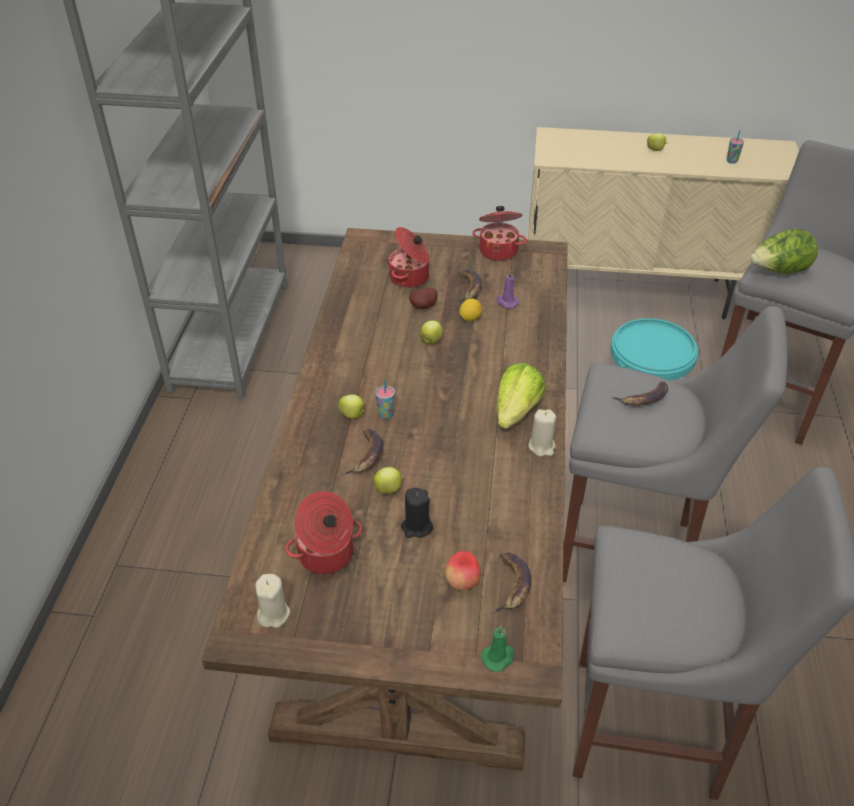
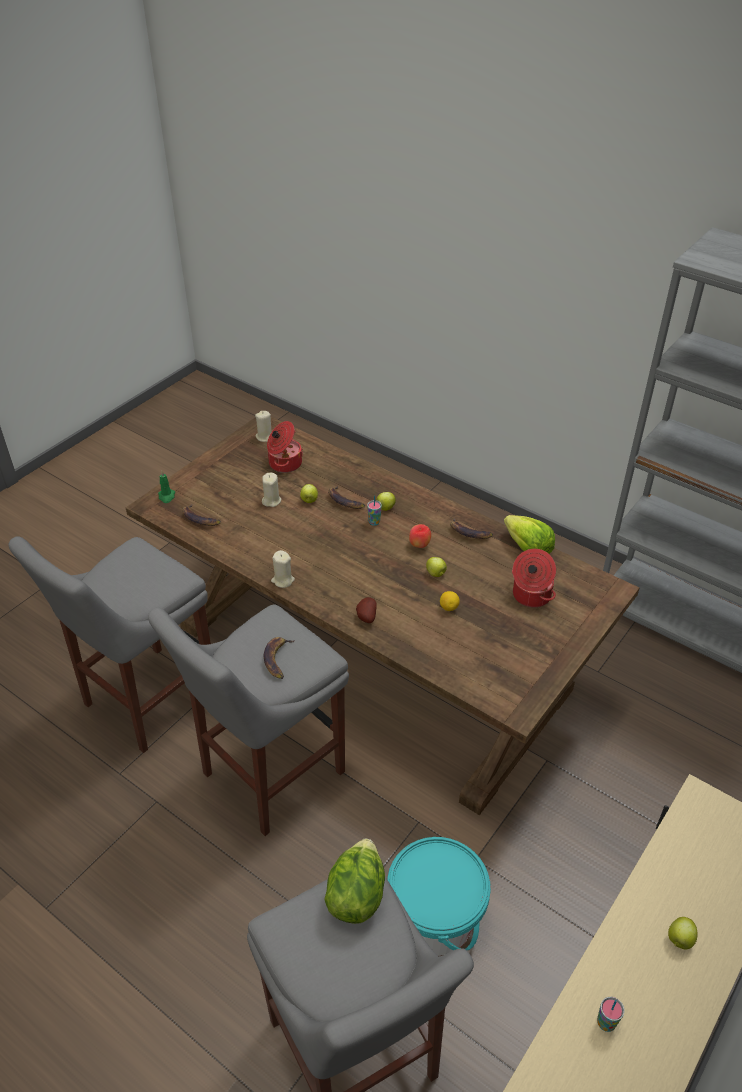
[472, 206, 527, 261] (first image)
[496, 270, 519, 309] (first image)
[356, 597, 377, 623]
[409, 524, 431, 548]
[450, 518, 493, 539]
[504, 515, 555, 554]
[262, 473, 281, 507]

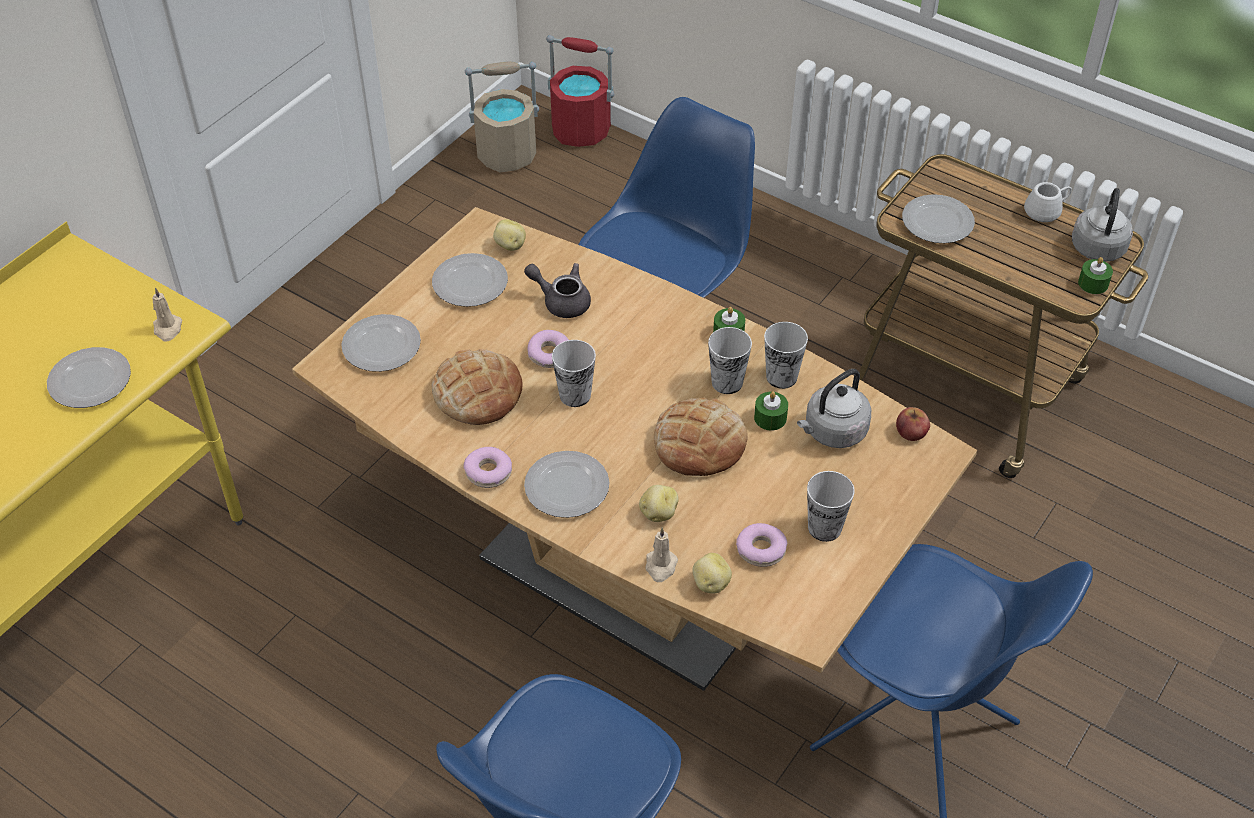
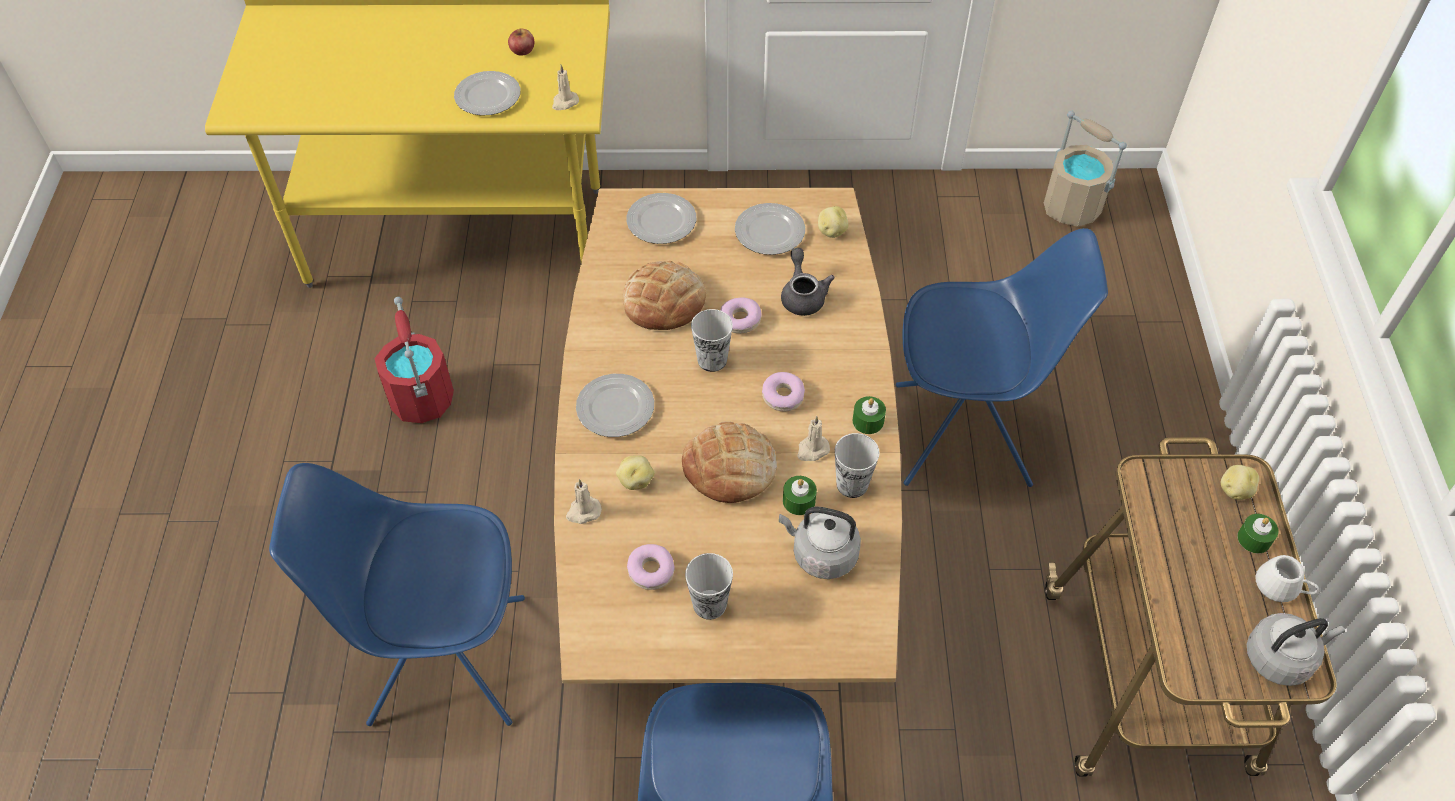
[902, 194, 975, 243] (first image)
[762, 372, 805, 411]
[374, 297, 454, 423]
[1221, 465, 1259, 500]
[508, 29, 534, 55]
[1237, 514, 1279, 553]
[797, 416, 830, 461]

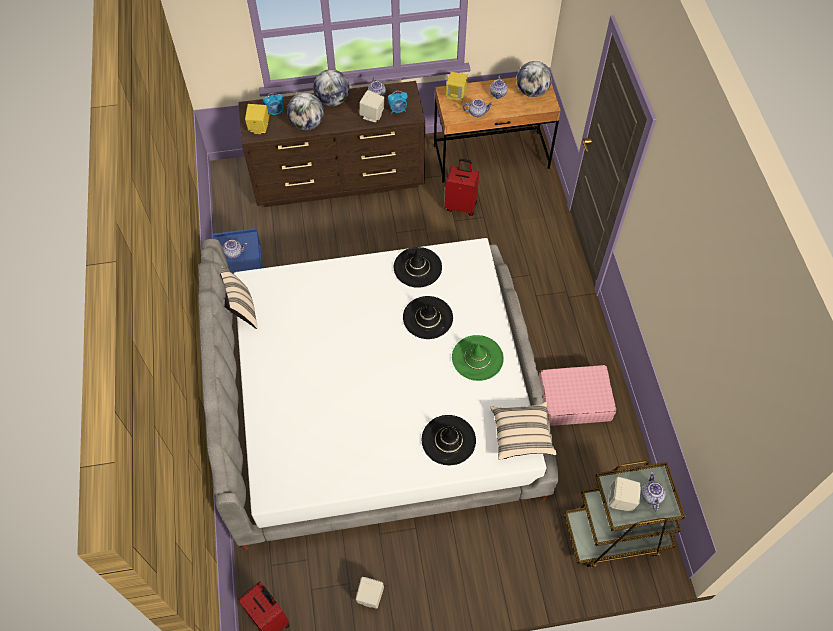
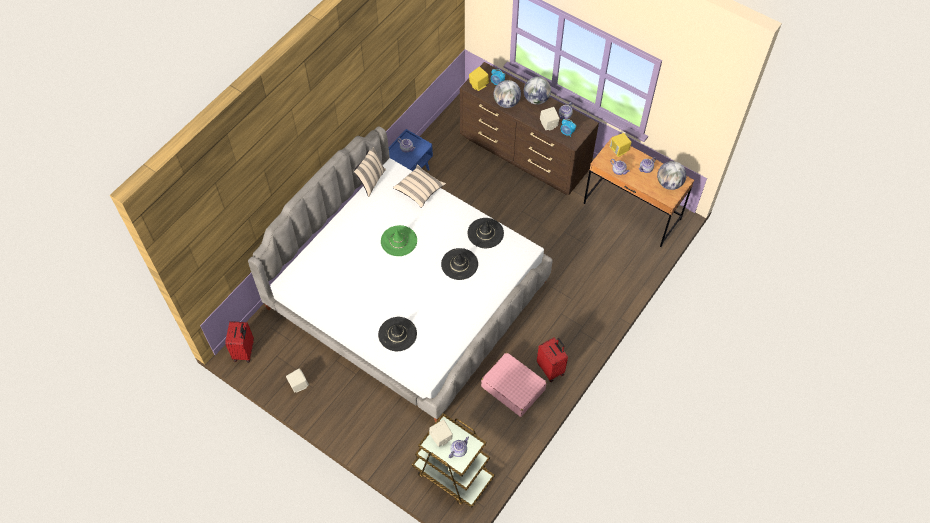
[537, 338, 568, 382]
[381, 225, 417, 256]
[393, 164, 446, 208]

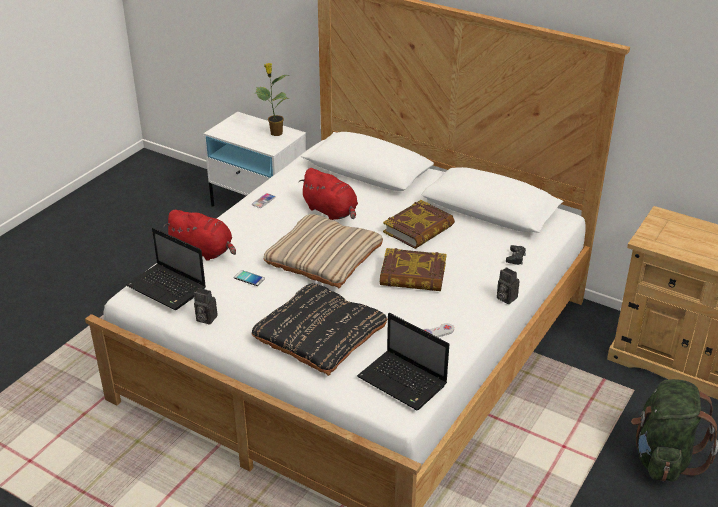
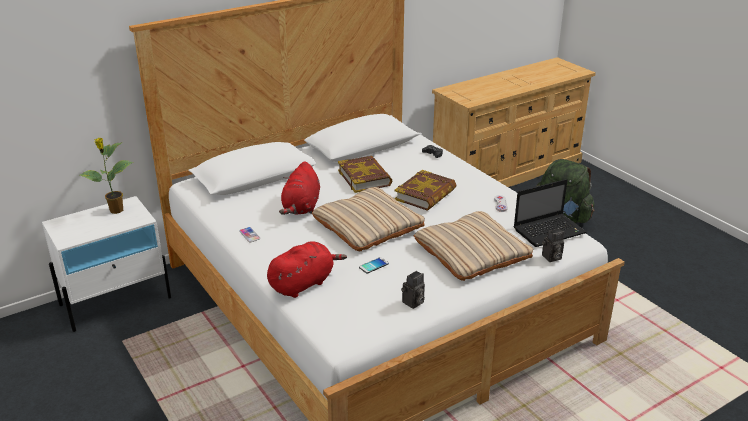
[126, 228, 206, 310] (first image)
[542, 228, 564, 262]
[414, 211, 533, 281]
[279, 161, 320, 215]

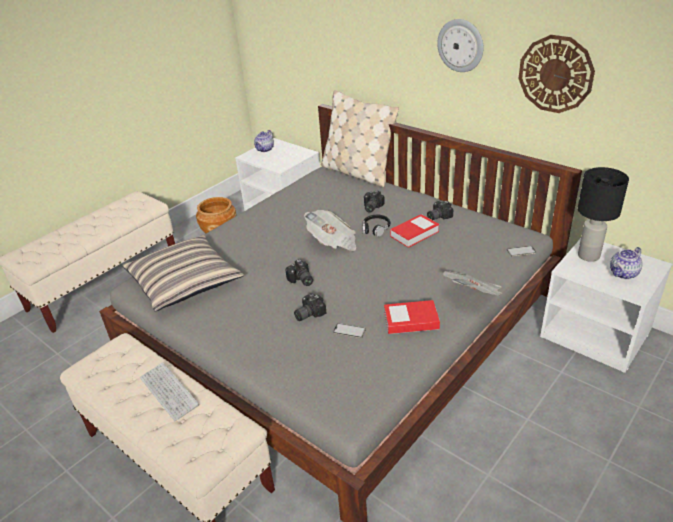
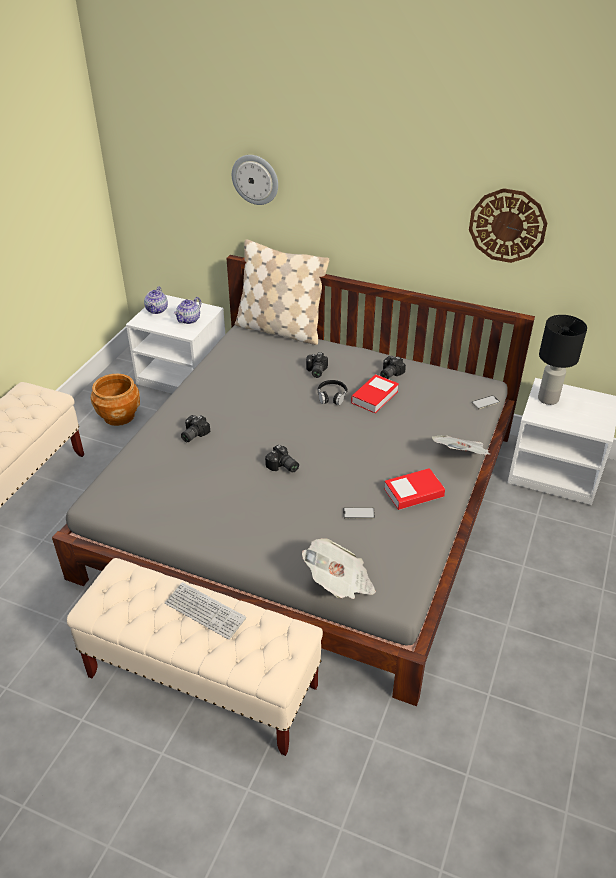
[122, 235, 244, 312] (first image)
[181, 415, 210, 442]
[302, 538, 376, 599]
[232, 155, 278, 205]
[174, 297, 201, 324]

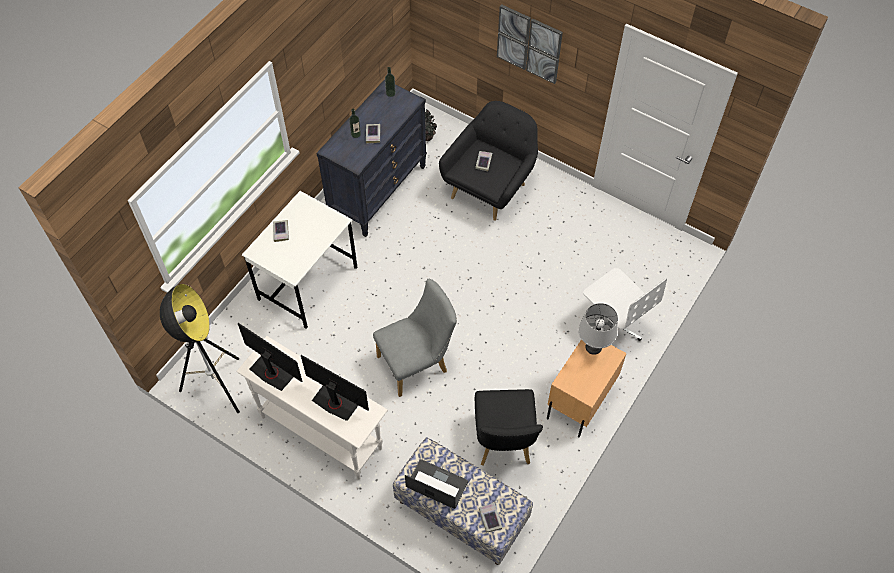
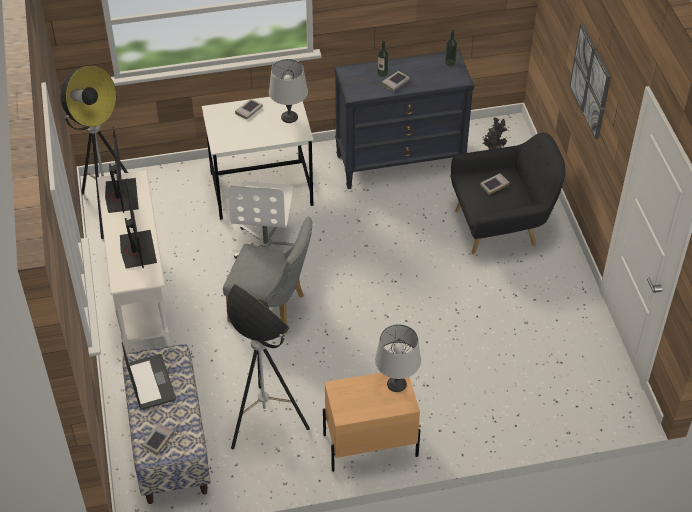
[269, 59, 308, 123]
[228, 182, 294, 259]
[227, 284, 310, 449]

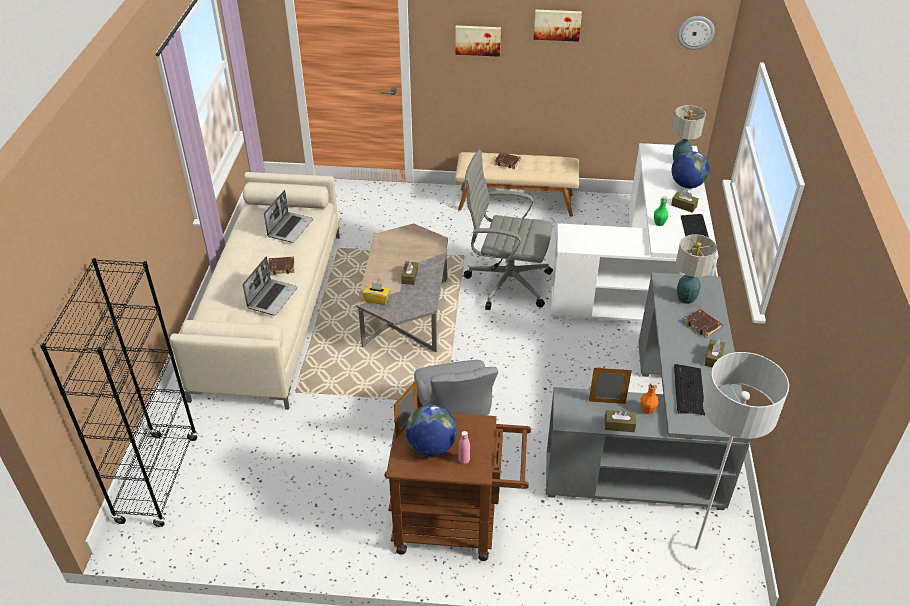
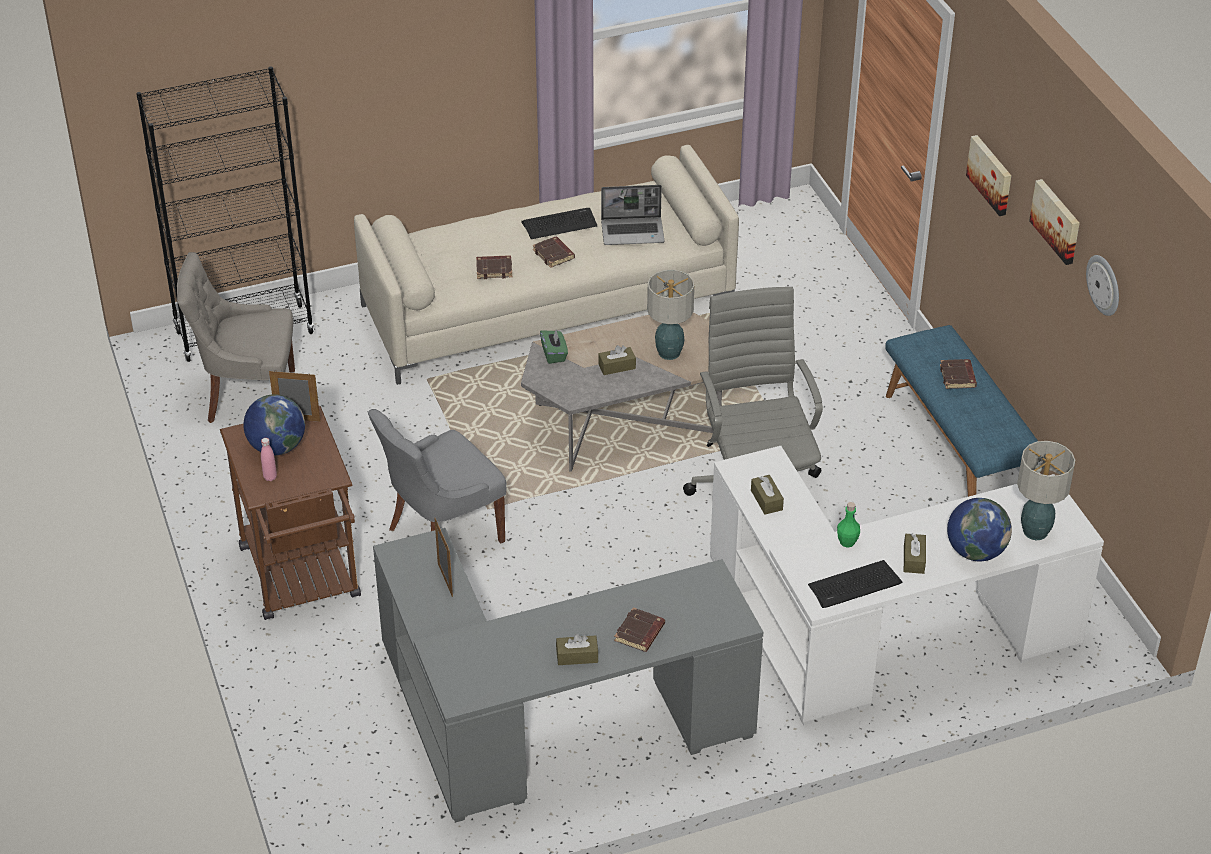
[641, 381, 659, 414] (first image)
[672, 352, 789, 569] (first image)
[177, 252, 295, 423]
[751, 475, 784, 515]
[521, 208, 597, 239]
[647, 270, 694, 360]
[1086, 255, 1119, 316]
[476, 255, 512, 279]
[540, 328, 568, 364]
[885, 325, 1038, 497]

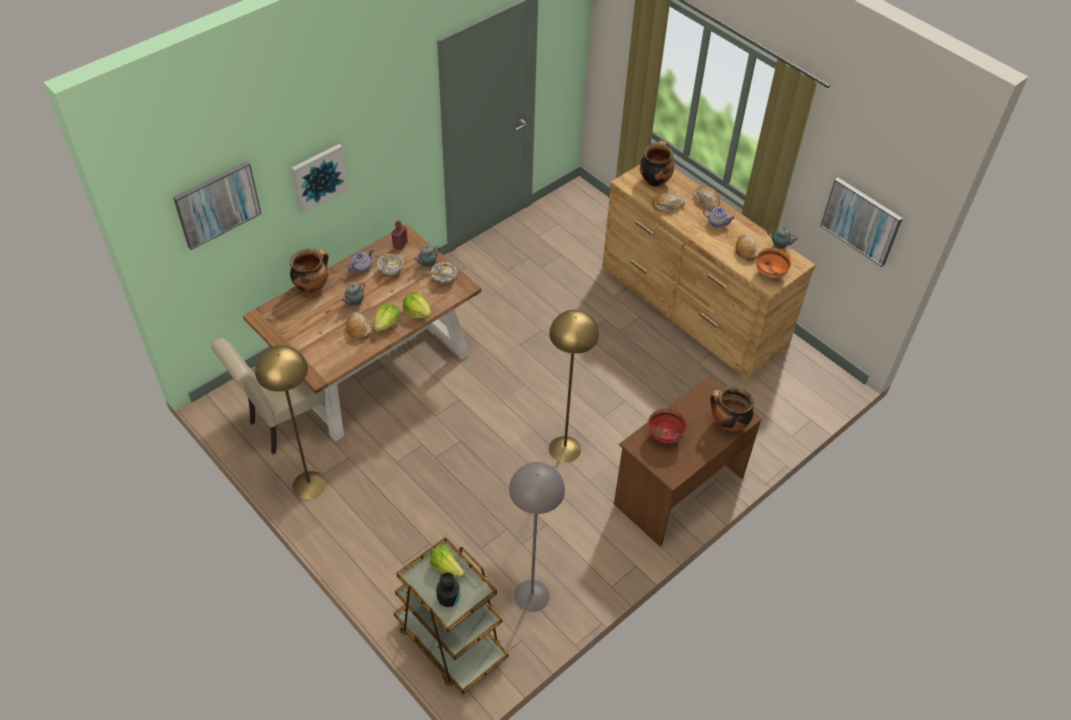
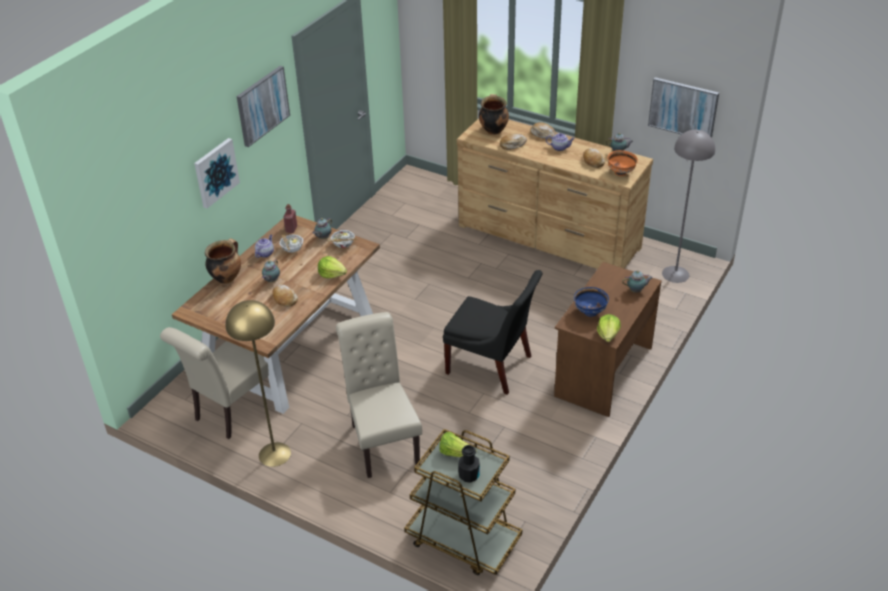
[336, 312, 422, 478]
[236, 66, 290, 147]
[597, 314, 621, 342]
[662, 130, 715, 283]
[443, 270, 542, 395]
[622, 271, 653, 293]
[574, 287, 609, 317]

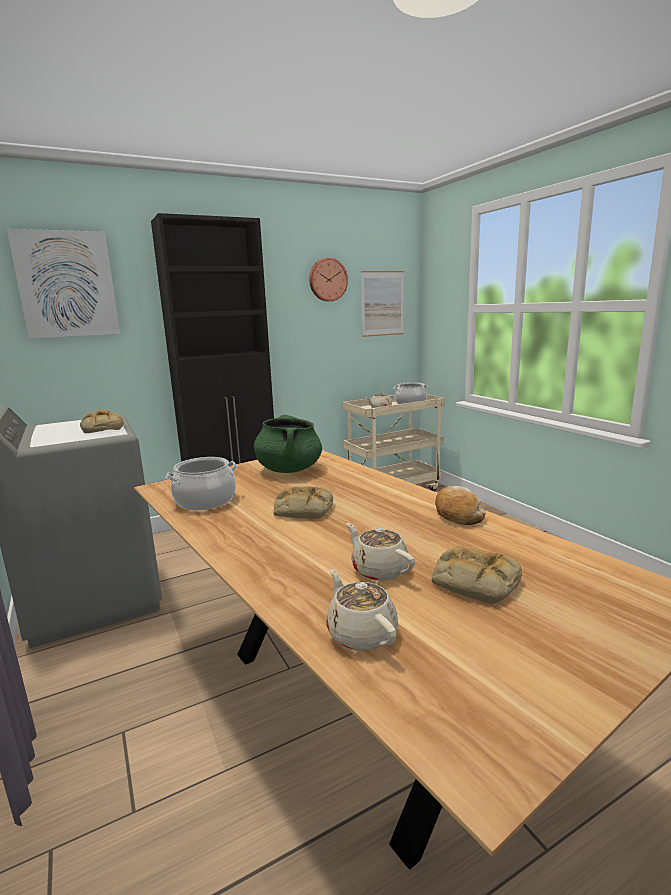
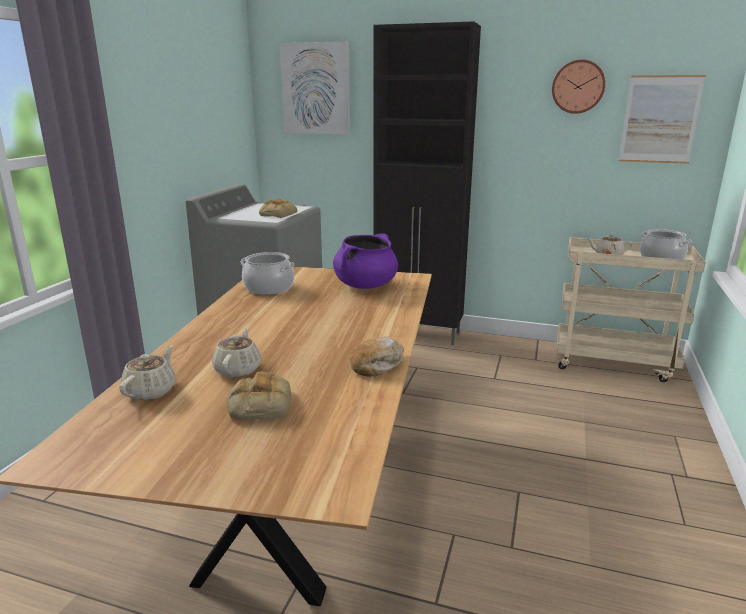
[274, 486, 333, 519] (first image)
[333, 233, 398, 289]

